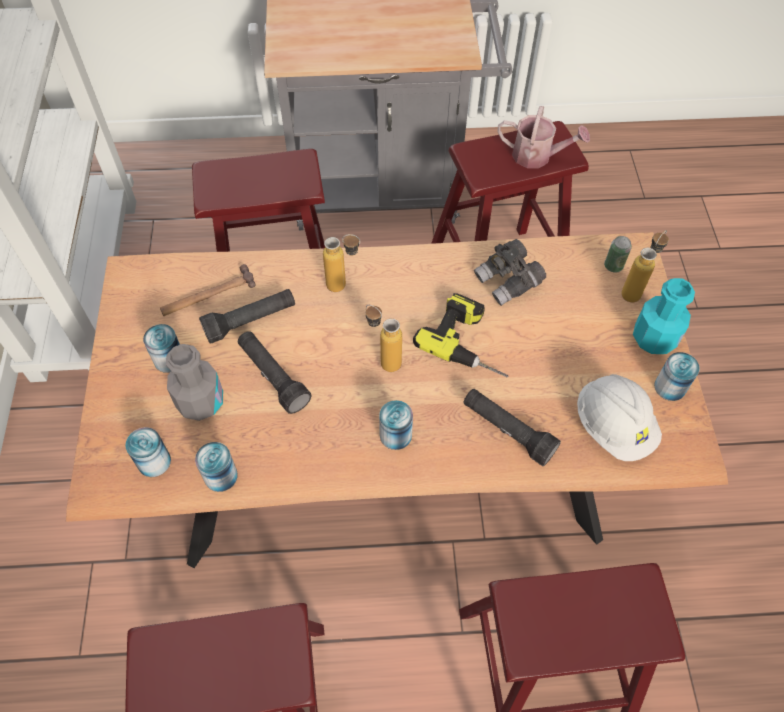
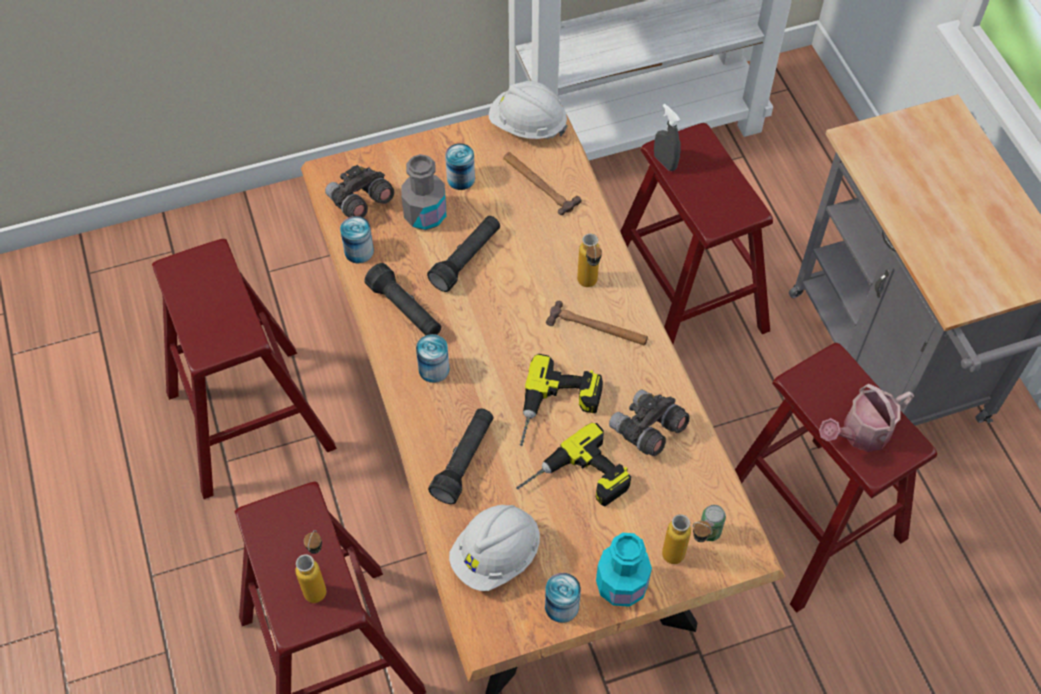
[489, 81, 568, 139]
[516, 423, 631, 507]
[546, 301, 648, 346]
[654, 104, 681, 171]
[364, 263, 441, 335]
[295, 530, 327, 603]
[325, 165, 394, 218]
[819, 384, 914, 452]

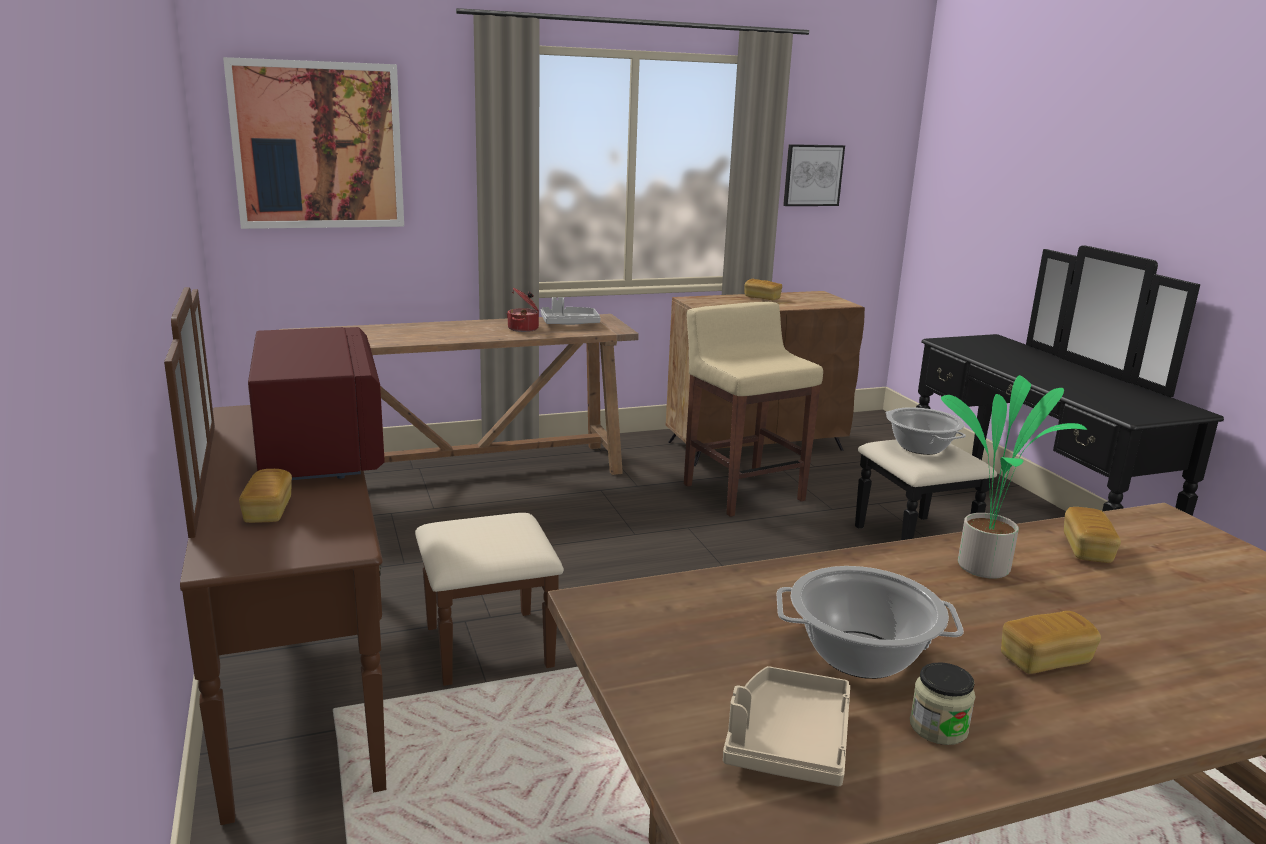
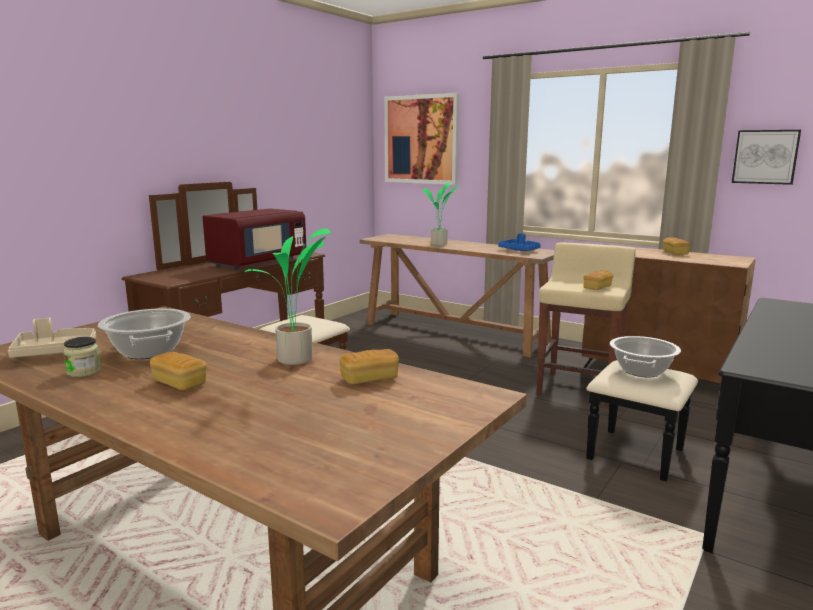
[506, 288, 539, 332] (first image)
[422, 183, 459, 246]
[583, 270, 613, 290]
[498, 233, 541, 251]

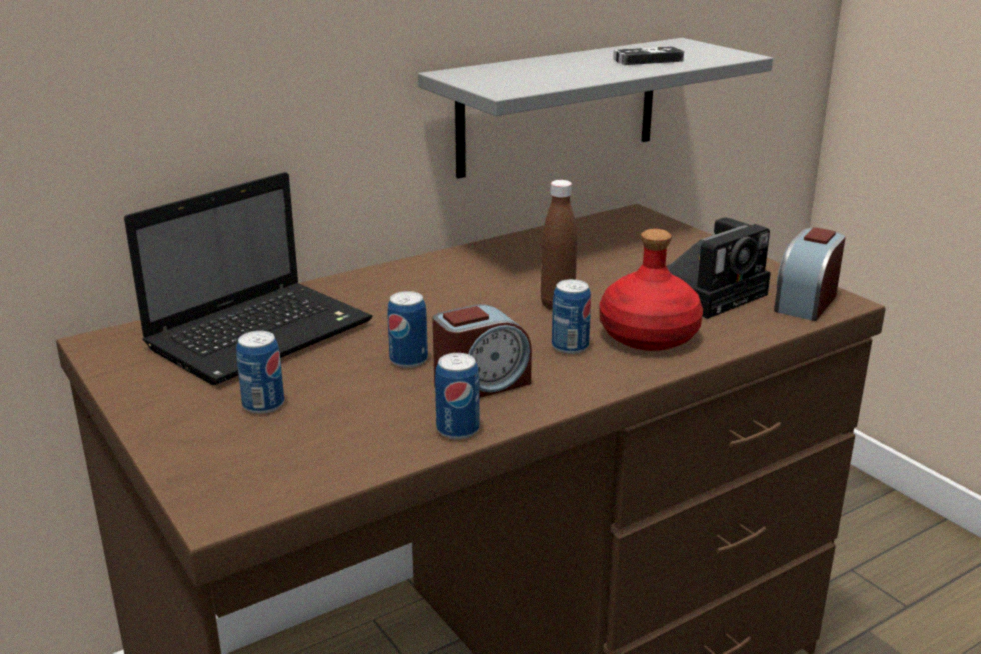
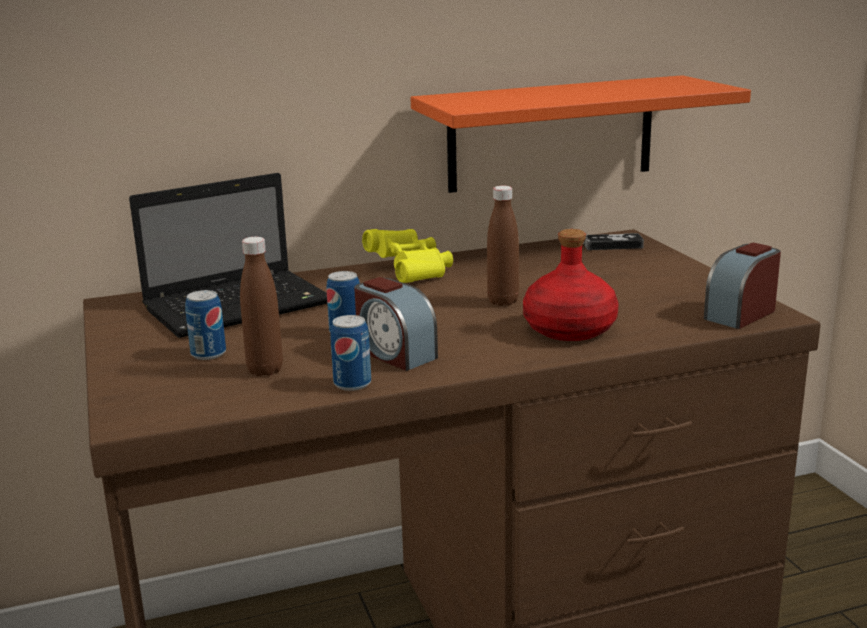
[552, 279, 591, 354] (first image)
[666, 217, 771, 319] (first image)
[240, 237, 283, 376]
[362, 229, 453, 283]
[583, 233, 644, 250]
[411, 75, 751, 193]
[354, 277, 438, 371]

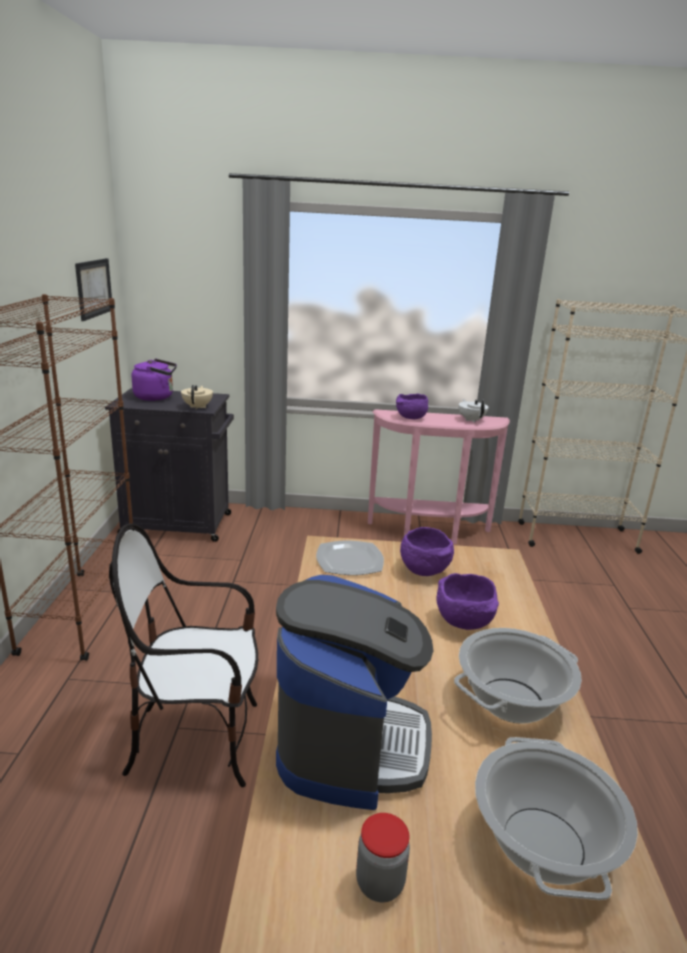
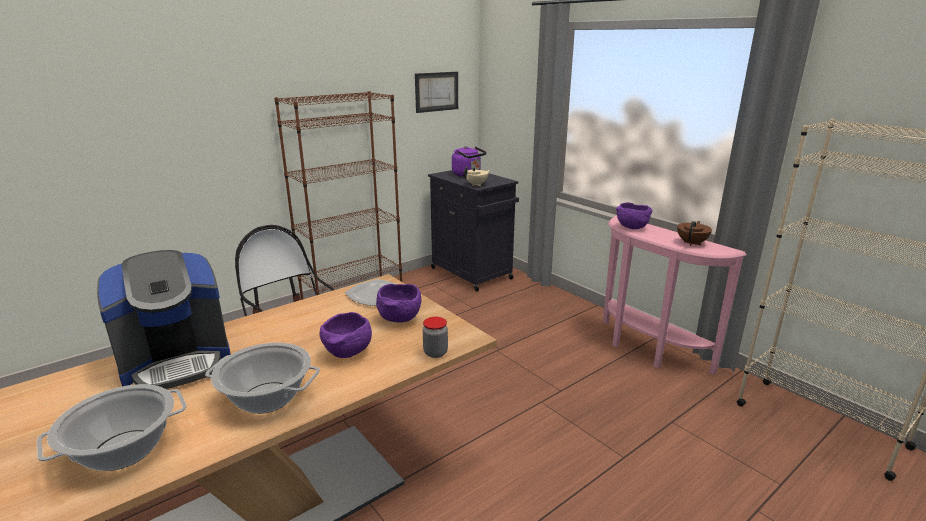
[423, 317, 448, 358]
[677, 221, 712, 246]

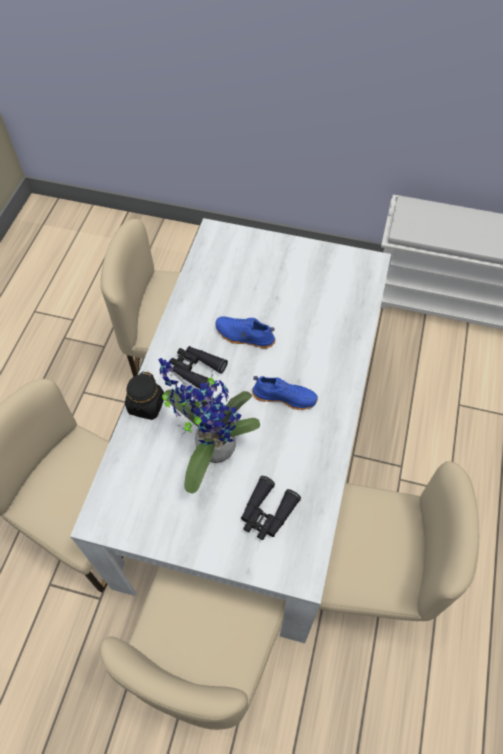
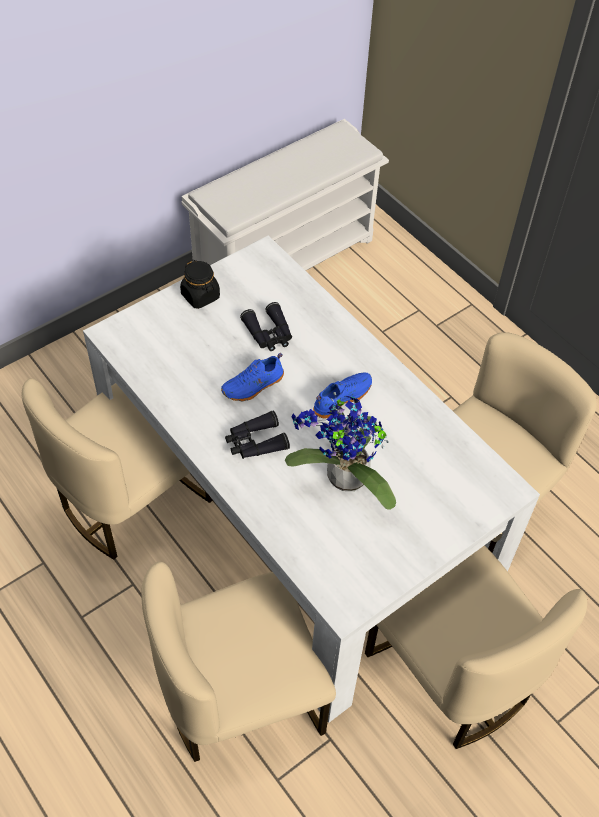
[180, 260, 220, 309]
[240, 302, 292, 351]

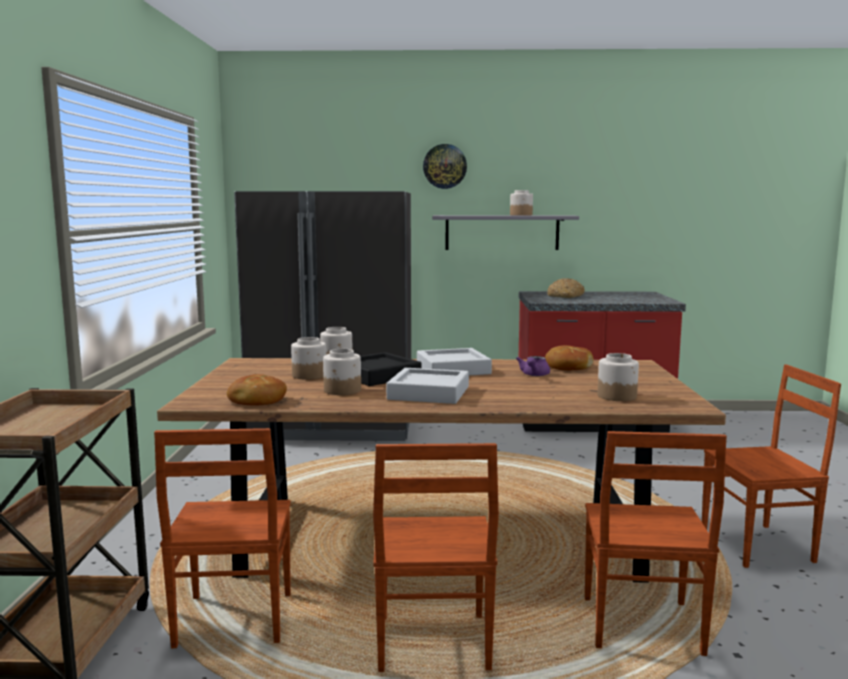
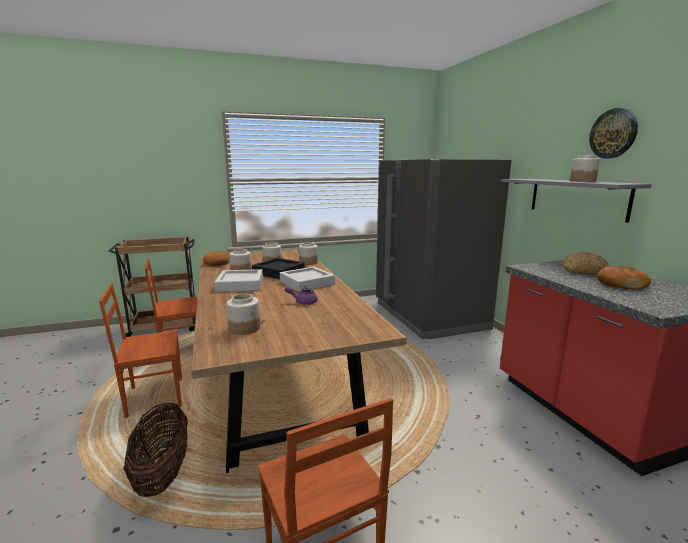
[589, 108, 638, 158]
[597, 266, 651, 290]
[123, 403, 188, 497]

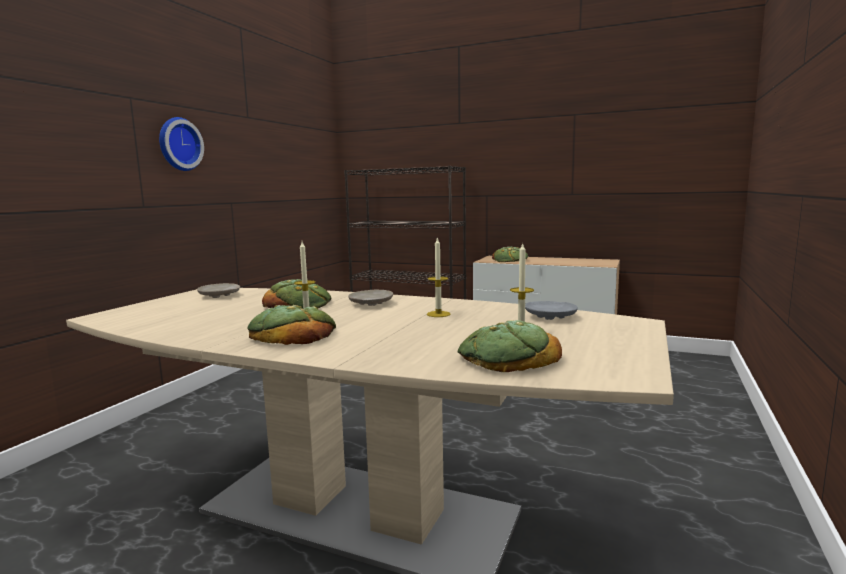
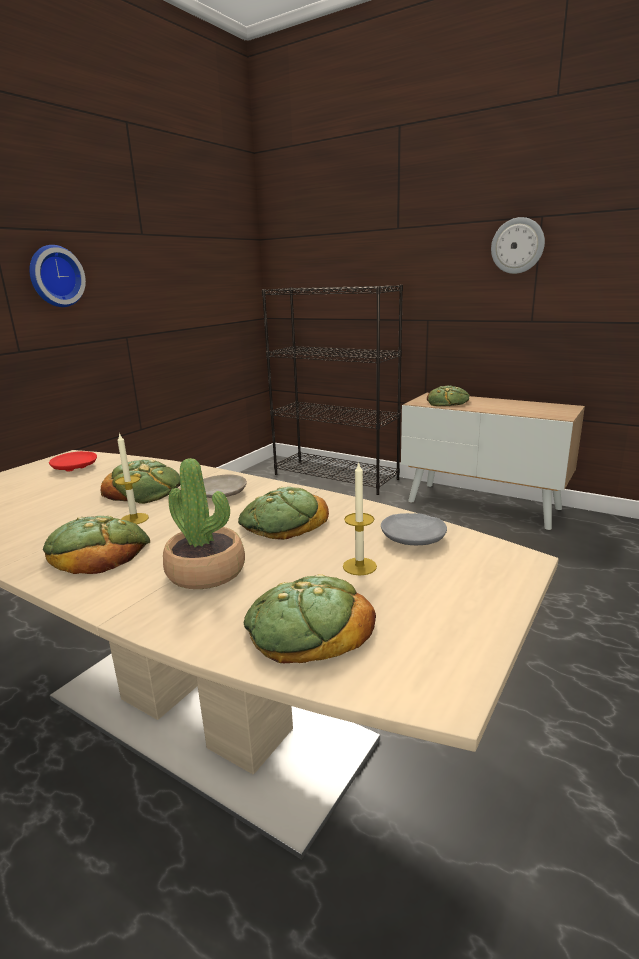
[163, 458, 245, 589]
[491, 217, 545, 274]
[238, 487, 329, 540]
[49, 451, 97, 471]

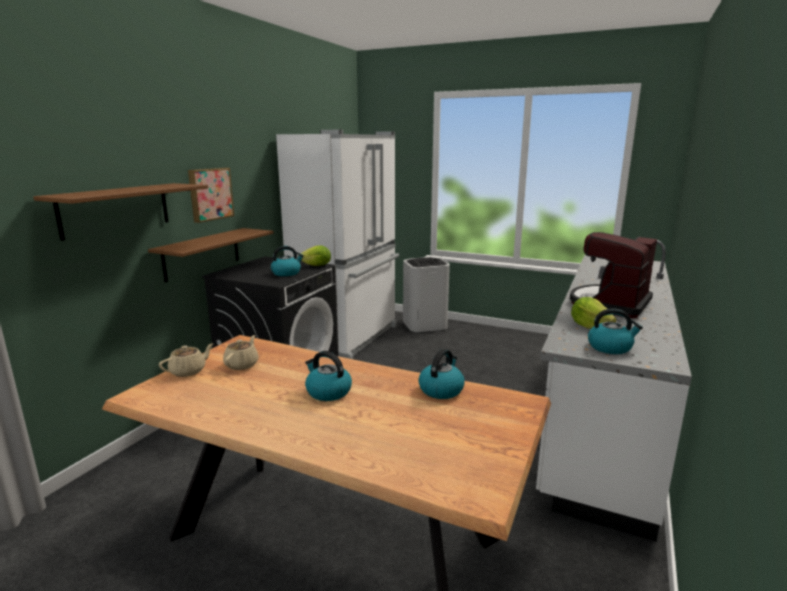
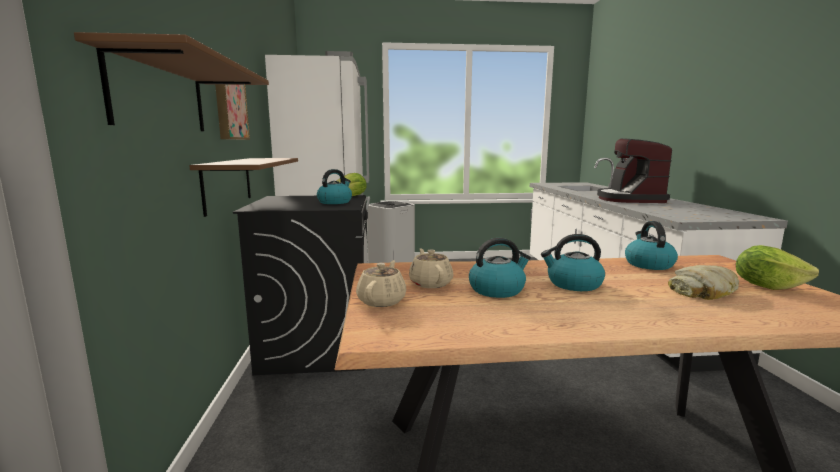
[668, 265, 739, 300]
[736, 245, 819, 290]
[469, 238, 531, 298]

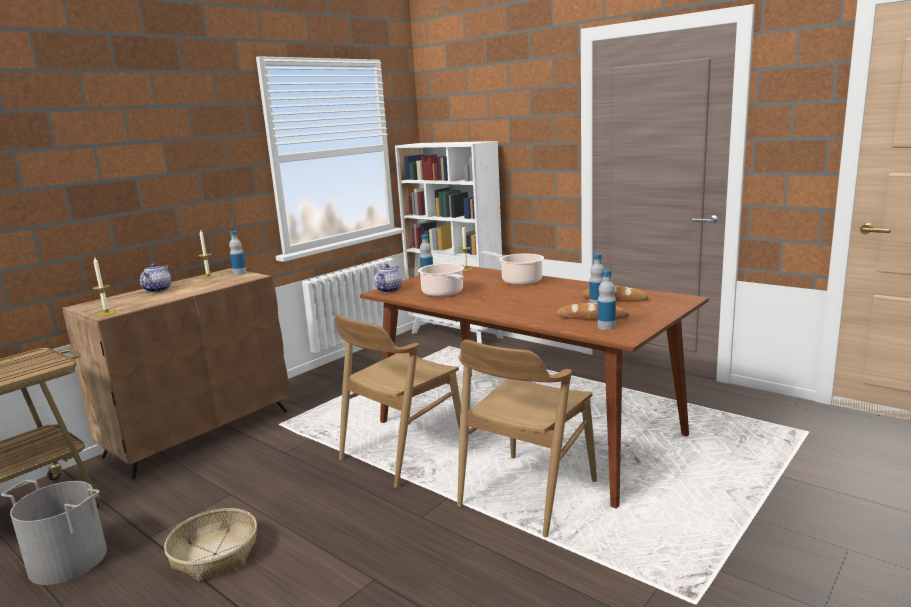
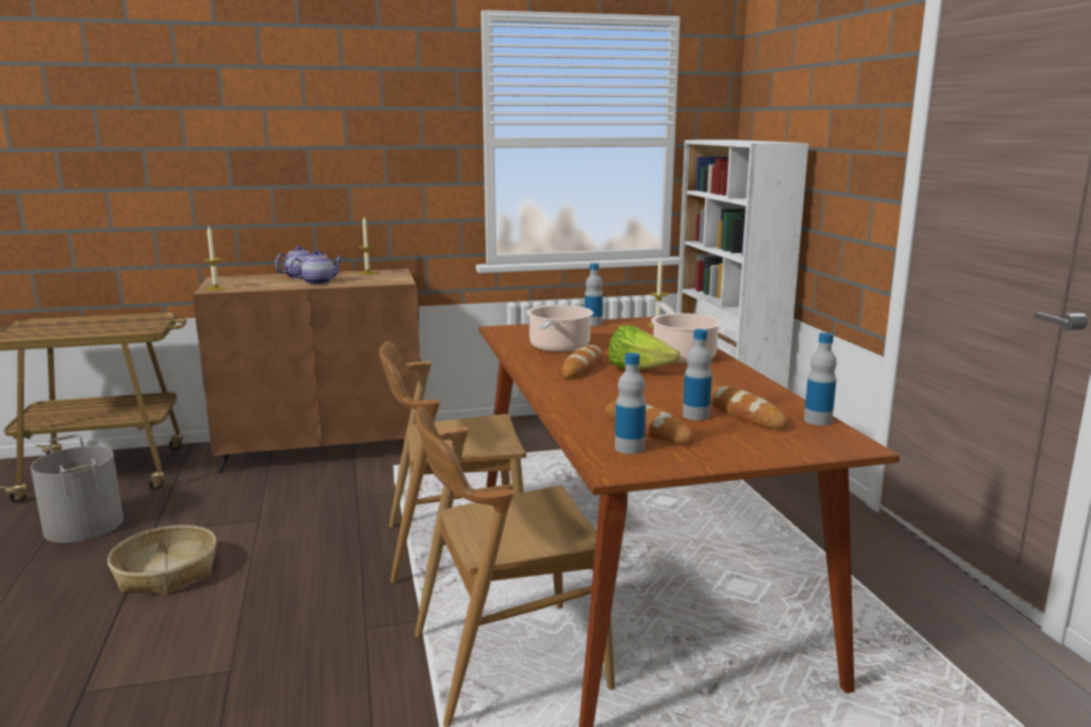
[562, 345, 603, 378]
[609, 325, 680, 369]
[804, 333, 837, 426]
[289, 250, 343, 284]

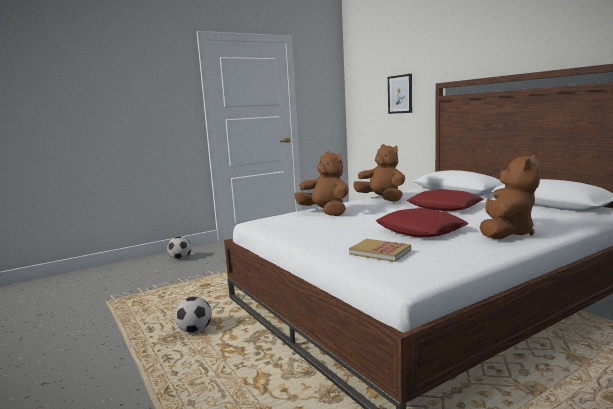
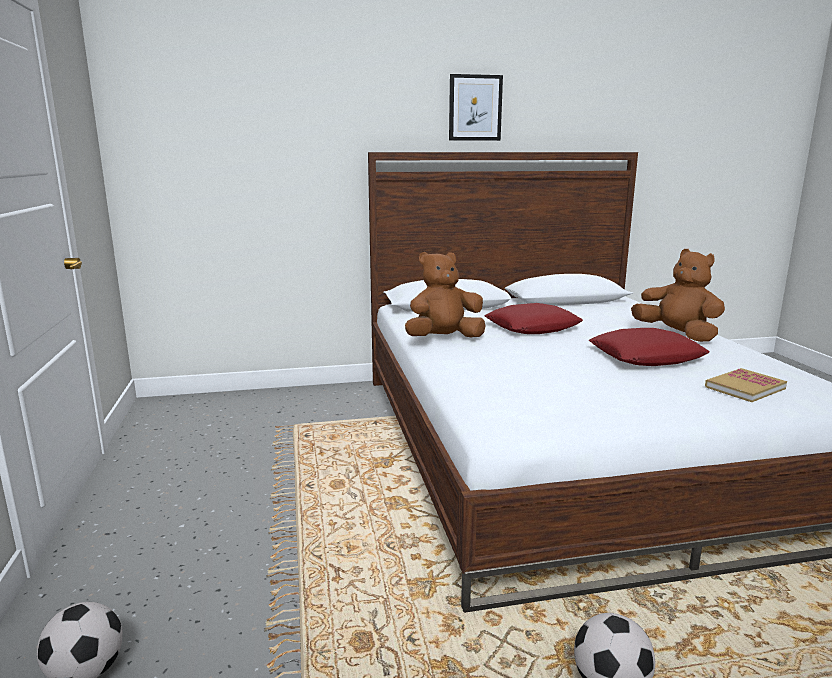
[295, 151, 349, 216] (first image)
[449, 74, 503, 141]

